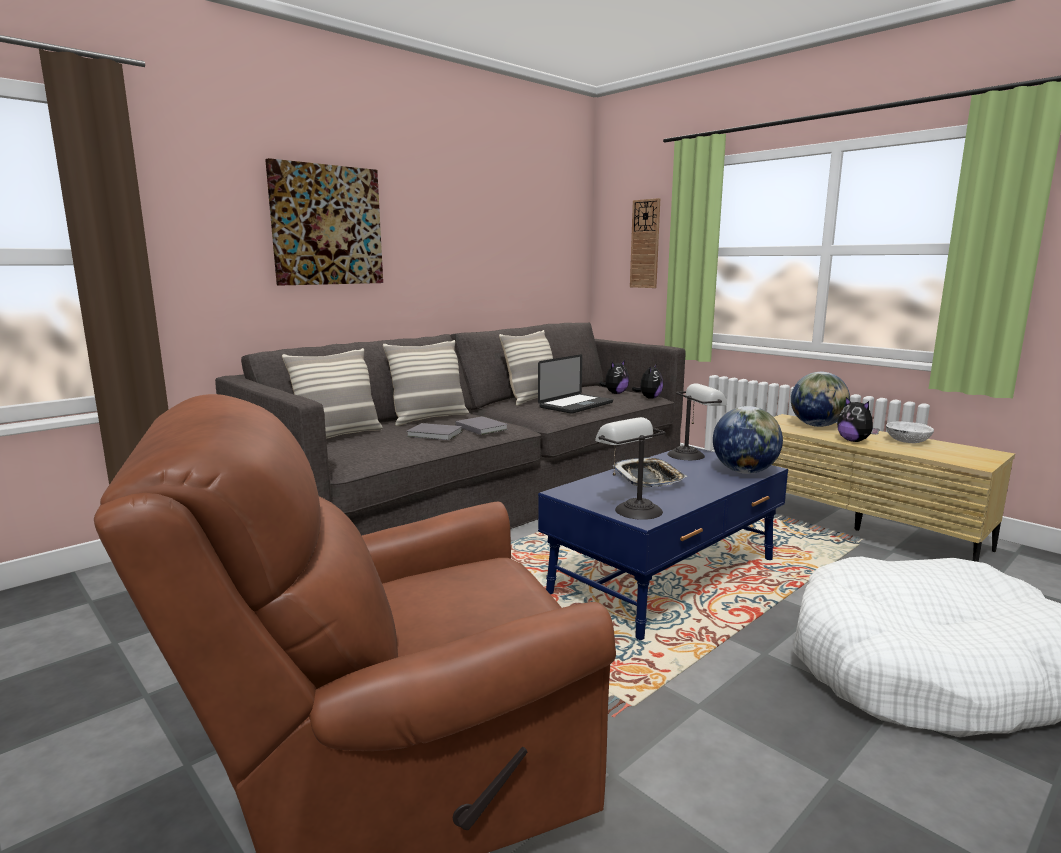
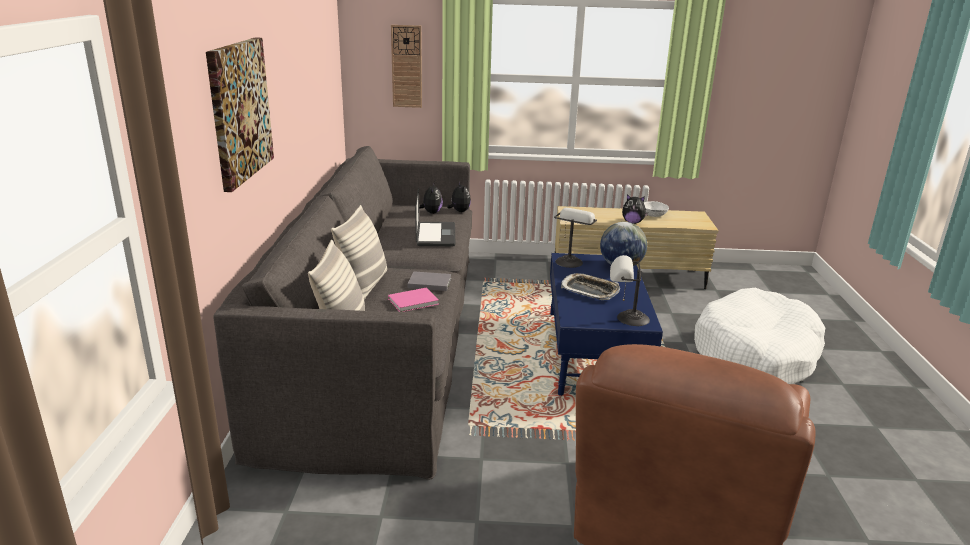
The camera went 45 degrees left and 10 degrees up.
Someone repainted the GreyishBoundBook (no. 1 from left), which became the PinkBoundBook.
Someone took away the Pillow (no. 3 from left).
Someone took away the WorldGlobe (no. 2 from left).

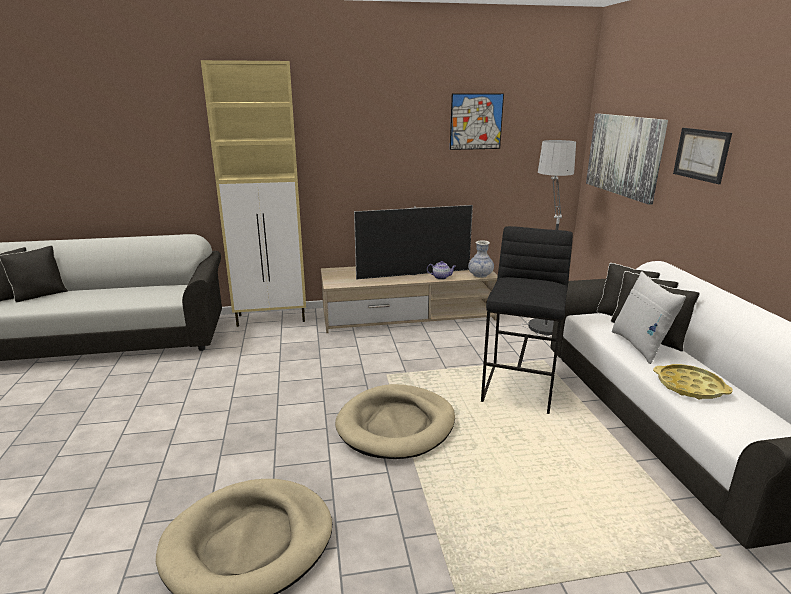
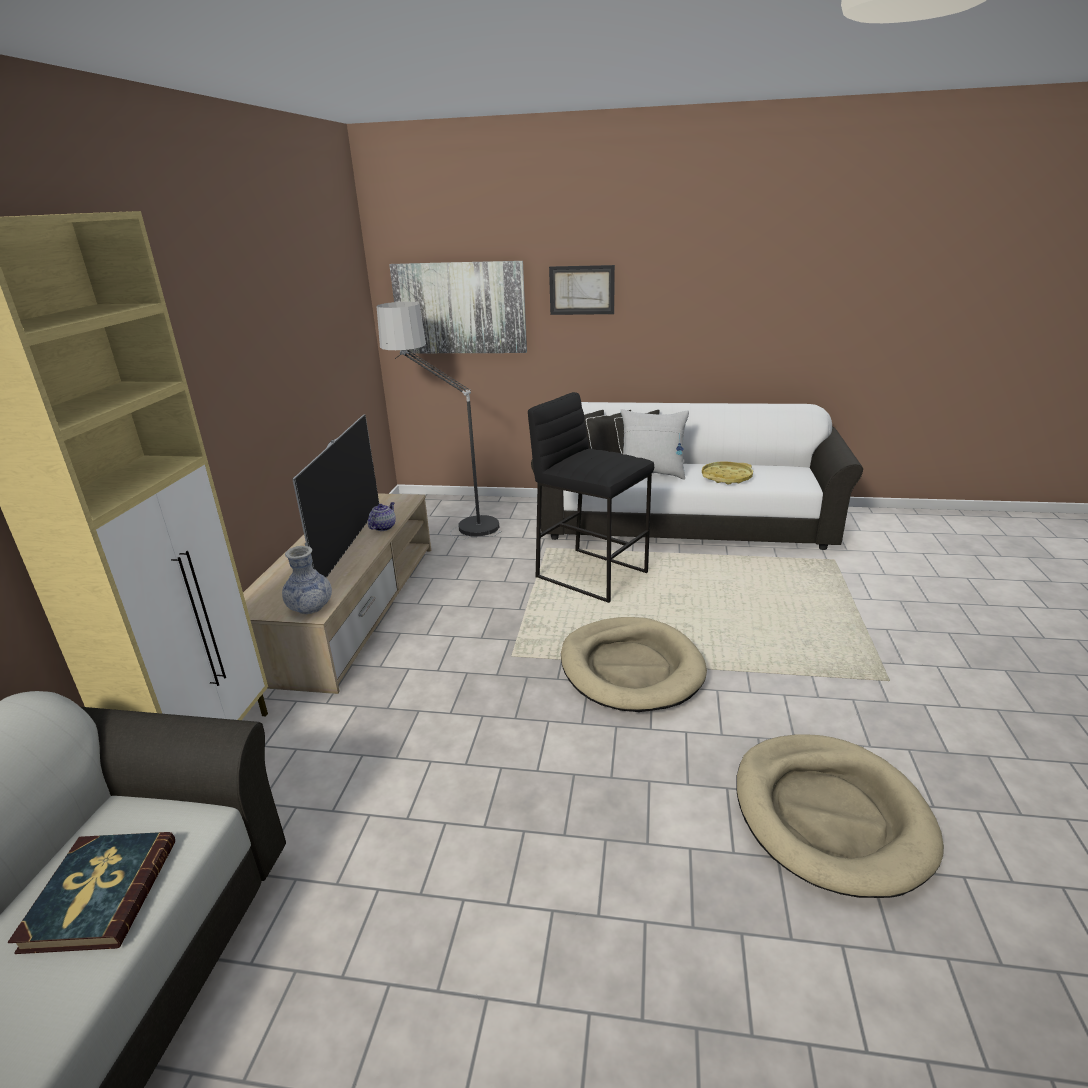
The camera went 70 degrees left and 5 degrees up.
Someone put down the BoundBook.
Someone carried the Vase.
Someone took away the WallArt (no. 1 from left).

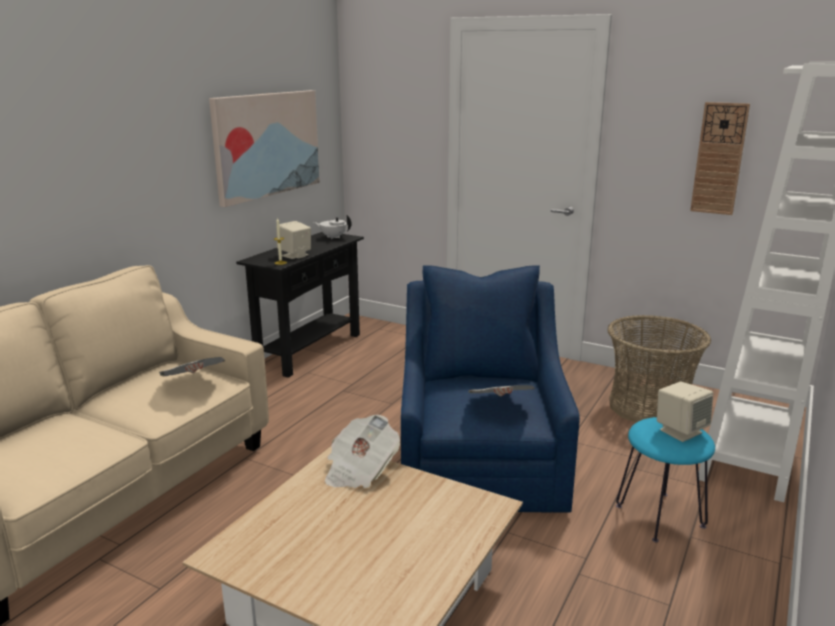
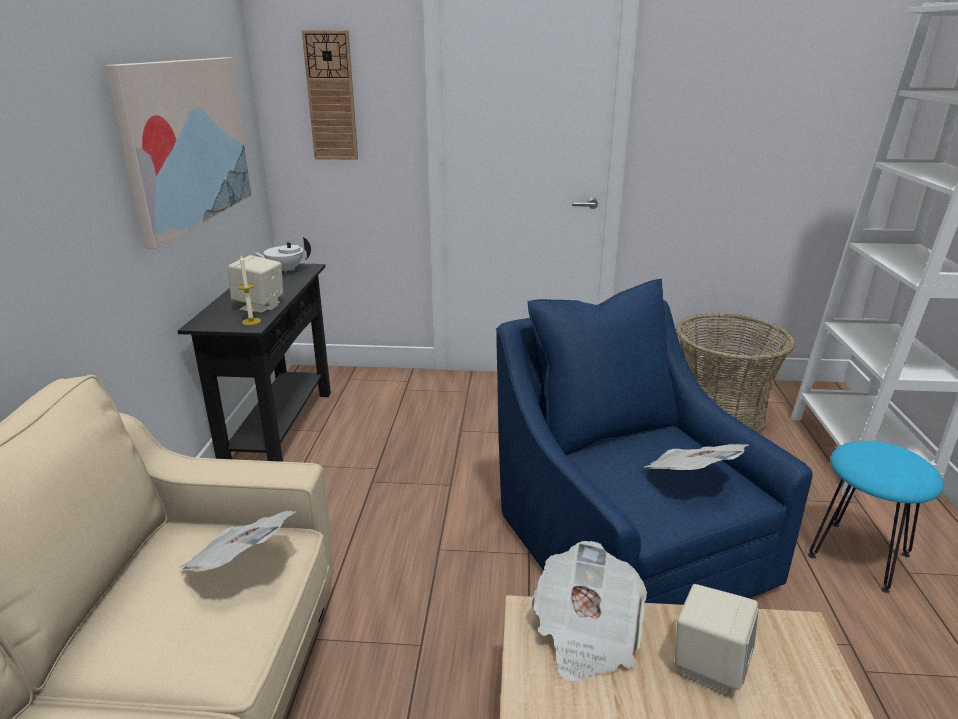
The camera went 25 degrees left and 5 degrees up.
Someone carried the WallClock.
Someone carried the SandColouredLoudspeaker (no. 2 from left).

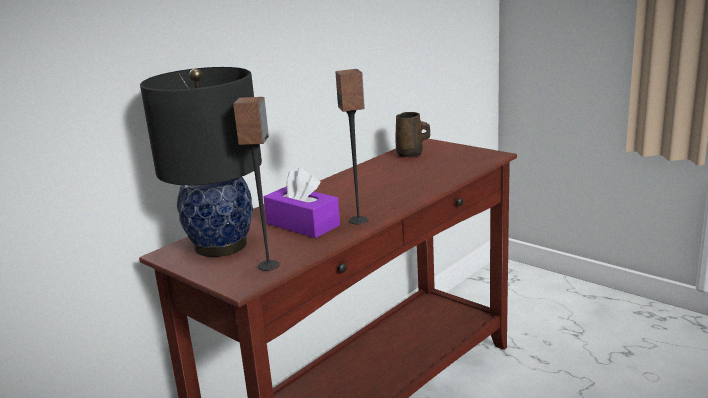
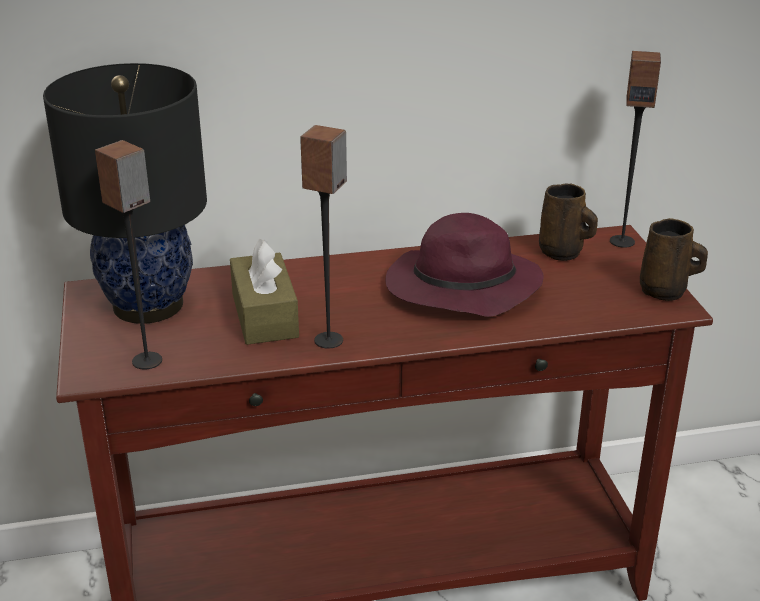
The camera went 35 degrees right and 10 degrees up.
Someone repainted the PurplishTissueHolder, which became the BrownishTissueHolder.
Someone put down the PurplishHat.
Someone put down the Loudspeaker (no. 3 from left).
Someone put down the BrownishTeaMug (no. 2 from left).

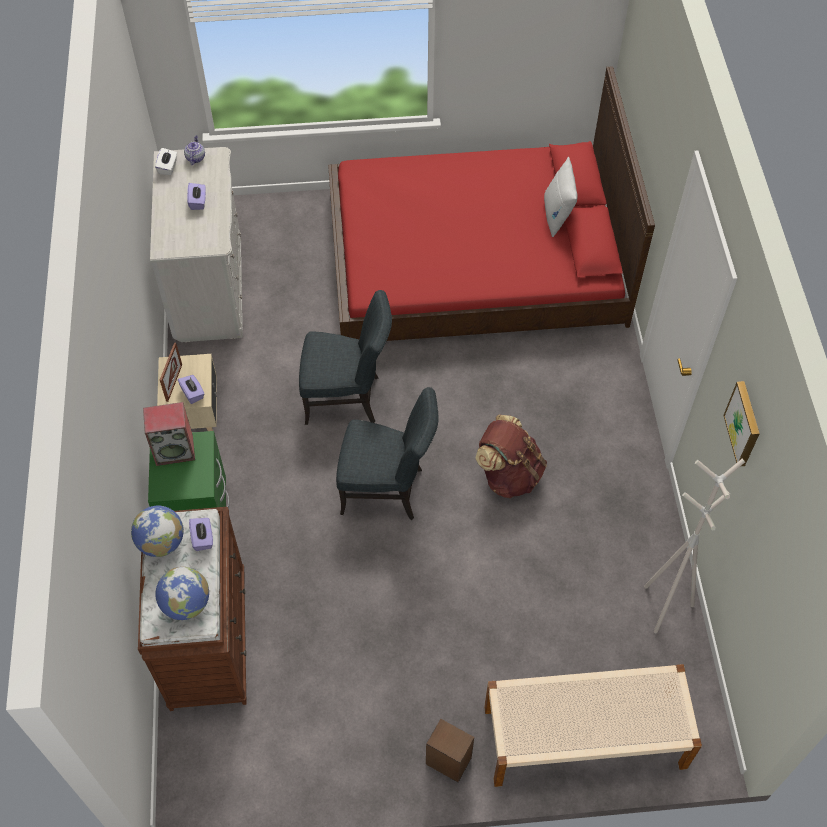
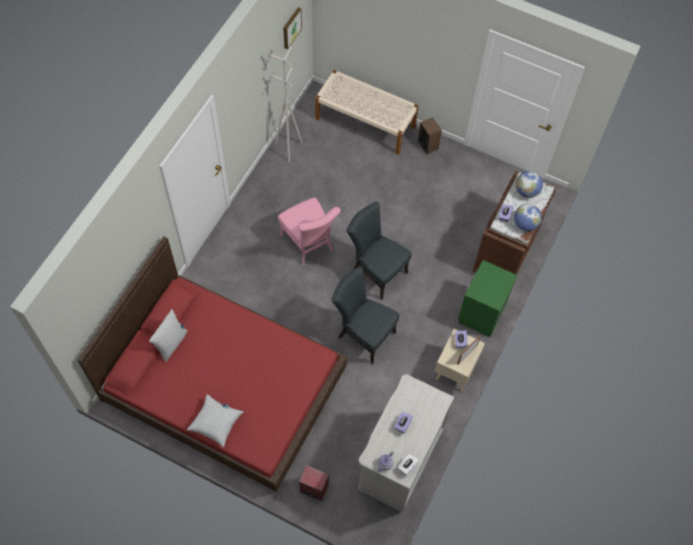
The camera went 150 degrees left and 5 degrees up.
Someone put down the GreyishPillow (no. 2 from left).
Someone swapped the BrownishKnapsack for the PinkUprightChair.
Someone carried the WallArt.
Someone carried the Loudspeaker (no. 1 from left).

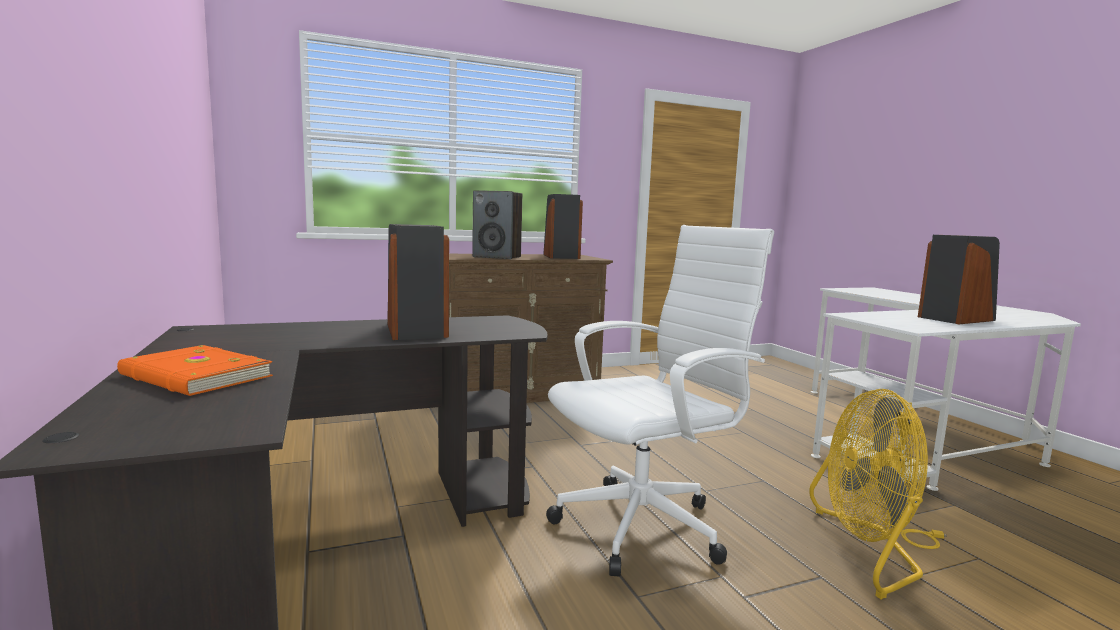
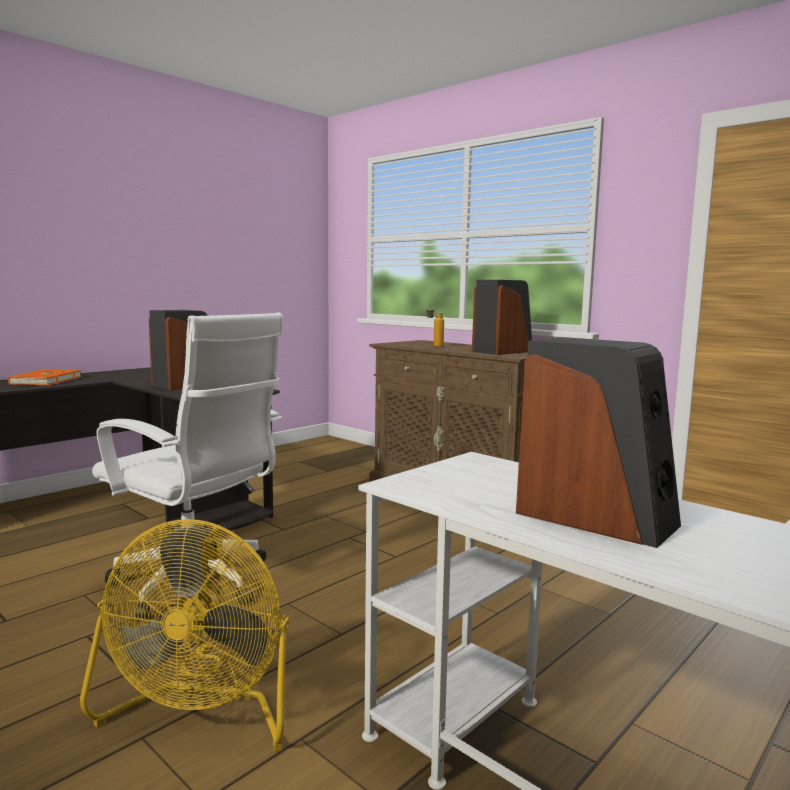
The camera went 65 degrees right and 0 degrees up.
Someone rotated the YellowFan by 150 degrees counterclockwise.
Someone swapped the Loudspeaker (no. 2 from left) for the DrinkBottle.

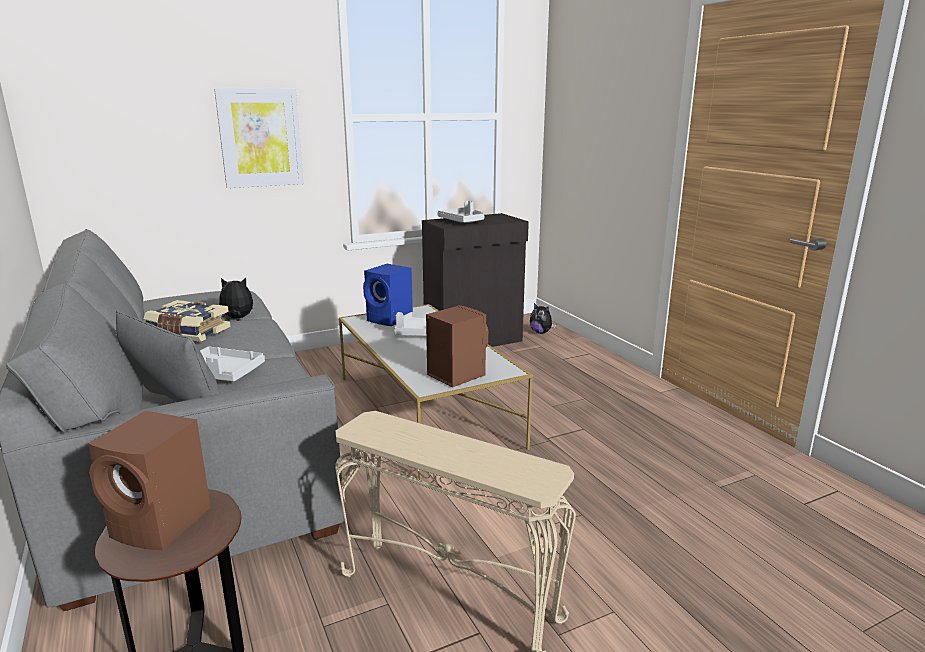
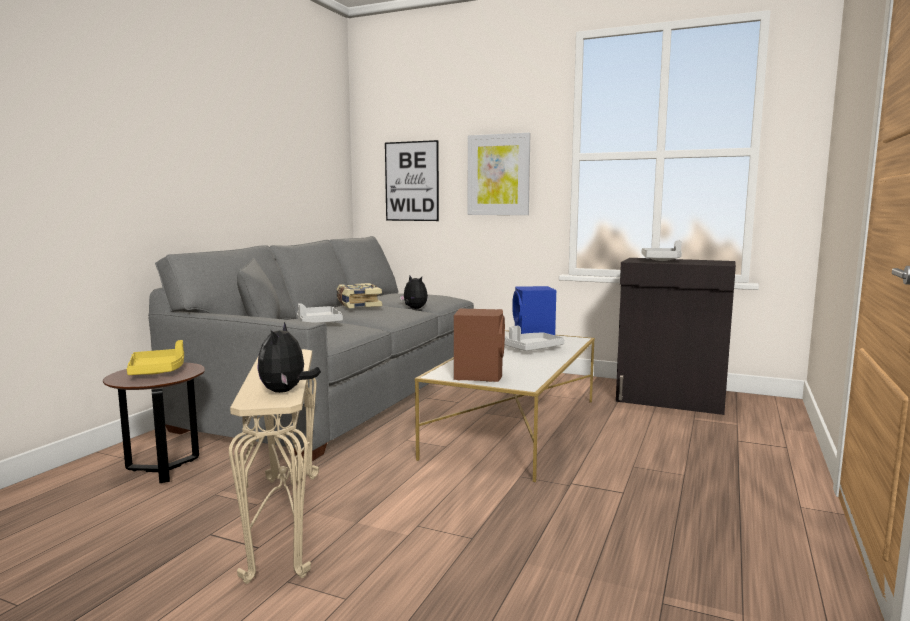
The camera went 50 degrees right and 10 degrees down.
Someone swapped the BrownishLoudspeaker (no. 1 from left) for the YellowTray.
Someone carried the SoftToy (no. 2 from left in the first image).
Someone put up the WallArt (no. 1 from left).

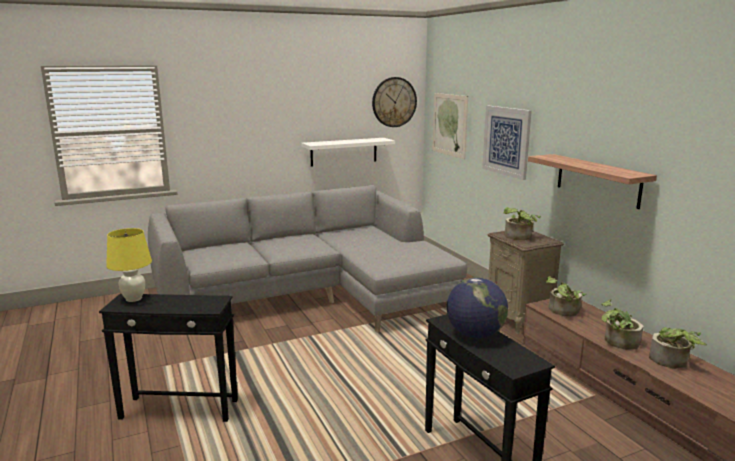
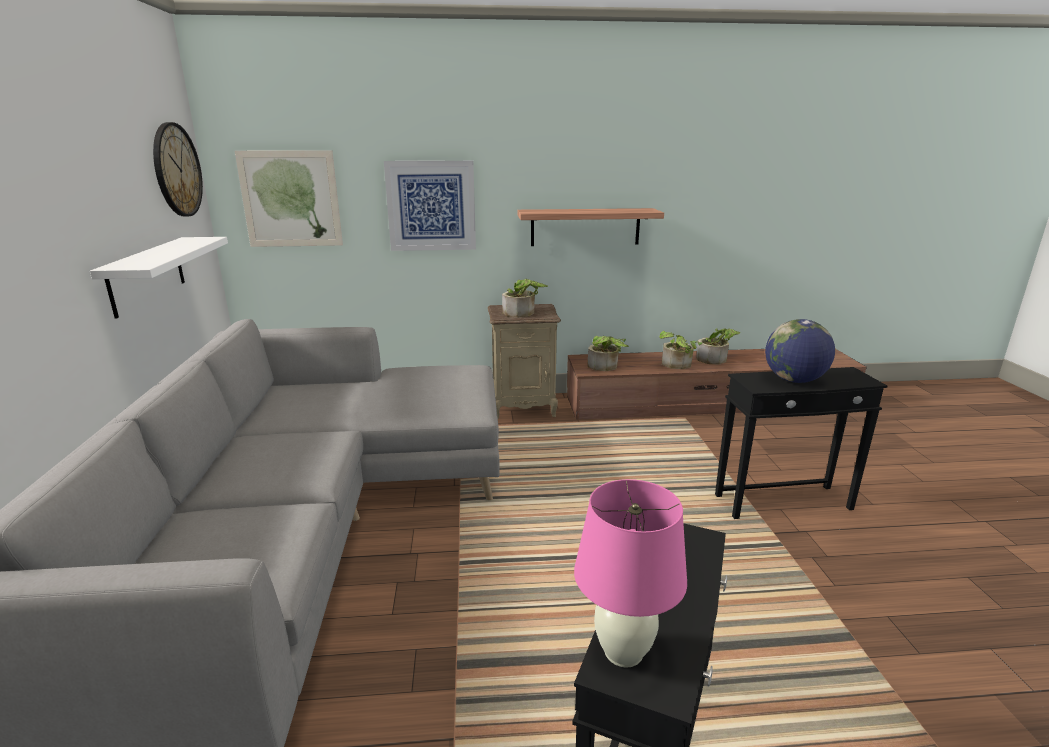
The camera went 70 degrees left and 5 degrees up.
Someone repainted the YellowTabletopLamp, which became the PinkTabletopLamp.

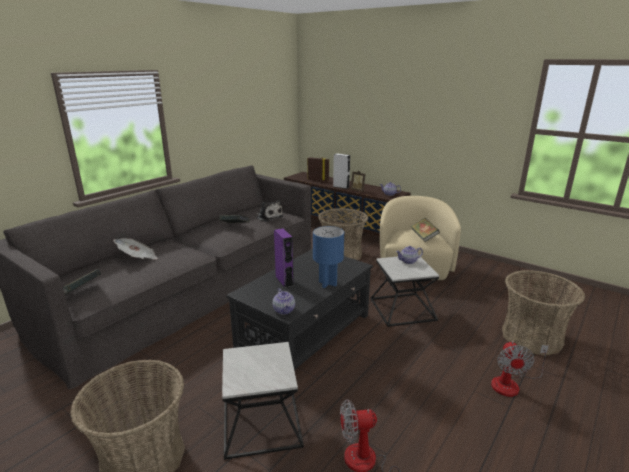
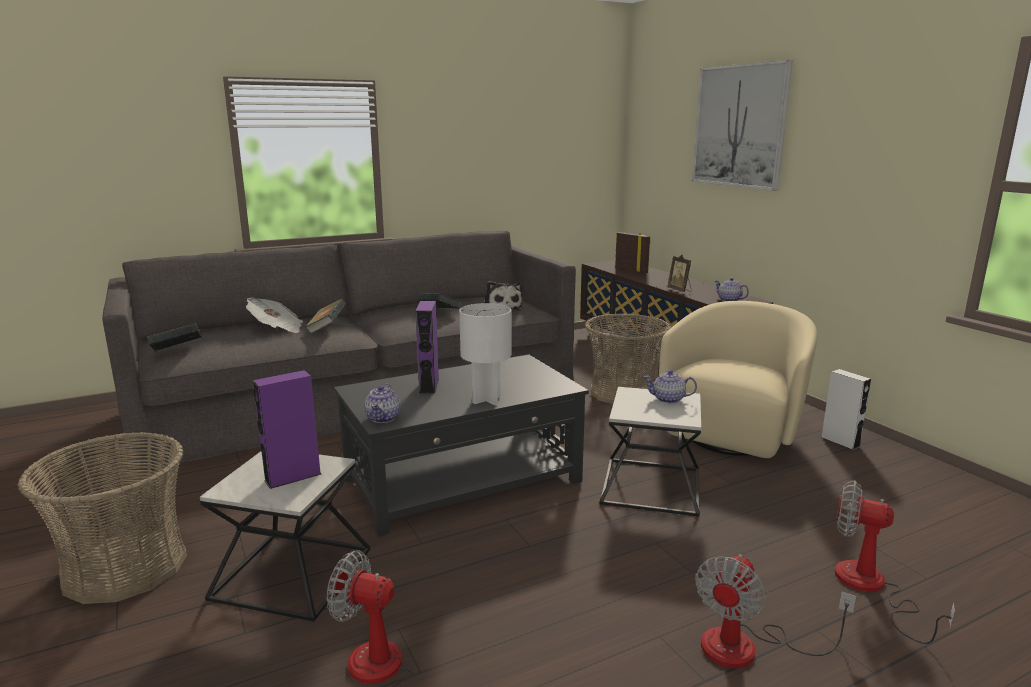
The camera went 25 degrees right and 5 degrees down.
Someone put down the PurplishLoudspeaker (no. 1 from left).
Someone carried the BoundBook (no. 3 from left in the first image).
Someone repainted the BlueColouredTabletopLamp, which became the WhiteTabletopLamp.
Someone put up the WallArt.
Someone carried the WhiteLoudspeaker.
Someone swapped the HouseholdBasket (no. 3 from left) for the Fan (no. 3 from left).

